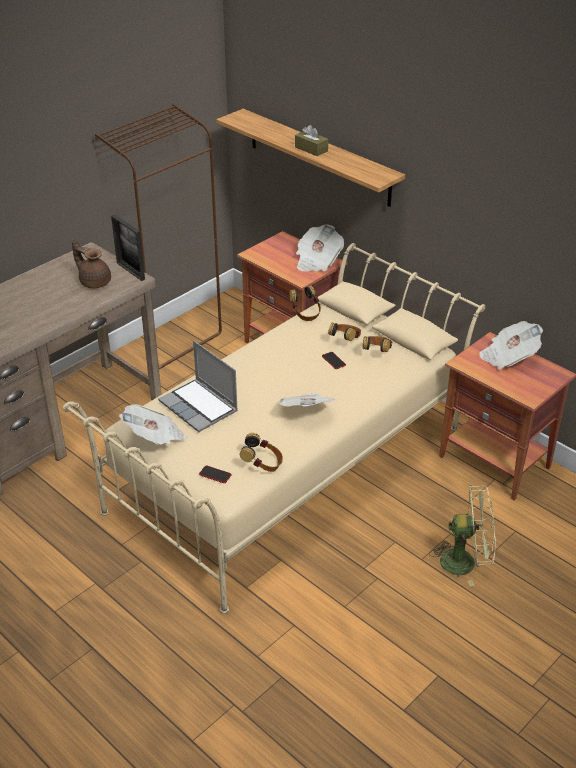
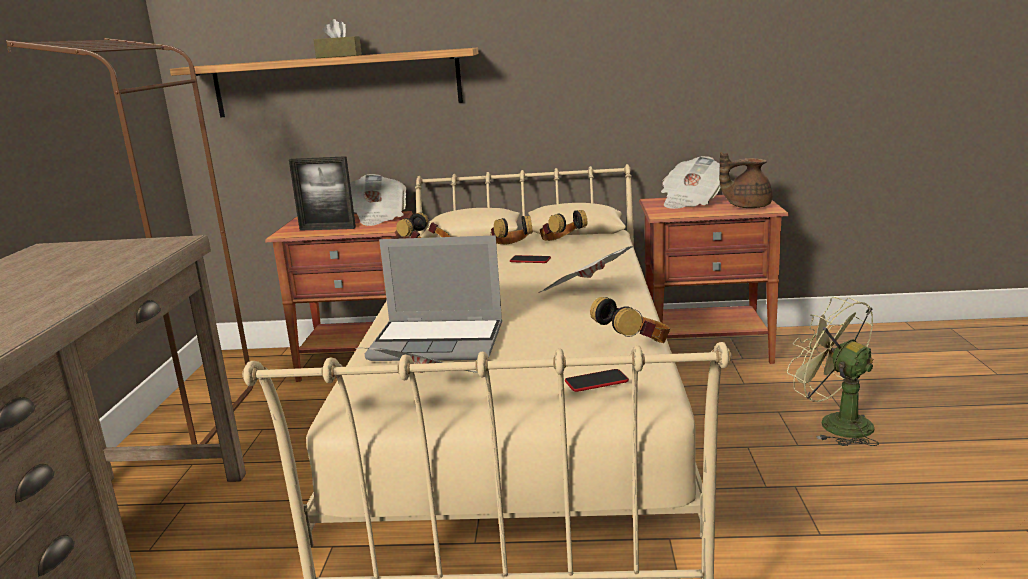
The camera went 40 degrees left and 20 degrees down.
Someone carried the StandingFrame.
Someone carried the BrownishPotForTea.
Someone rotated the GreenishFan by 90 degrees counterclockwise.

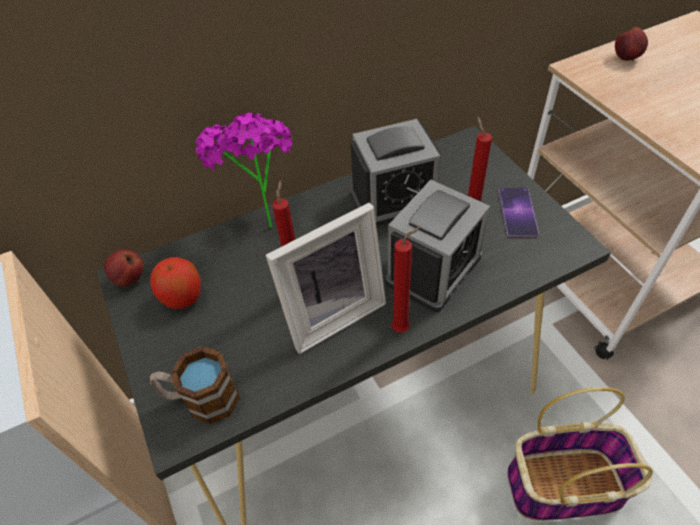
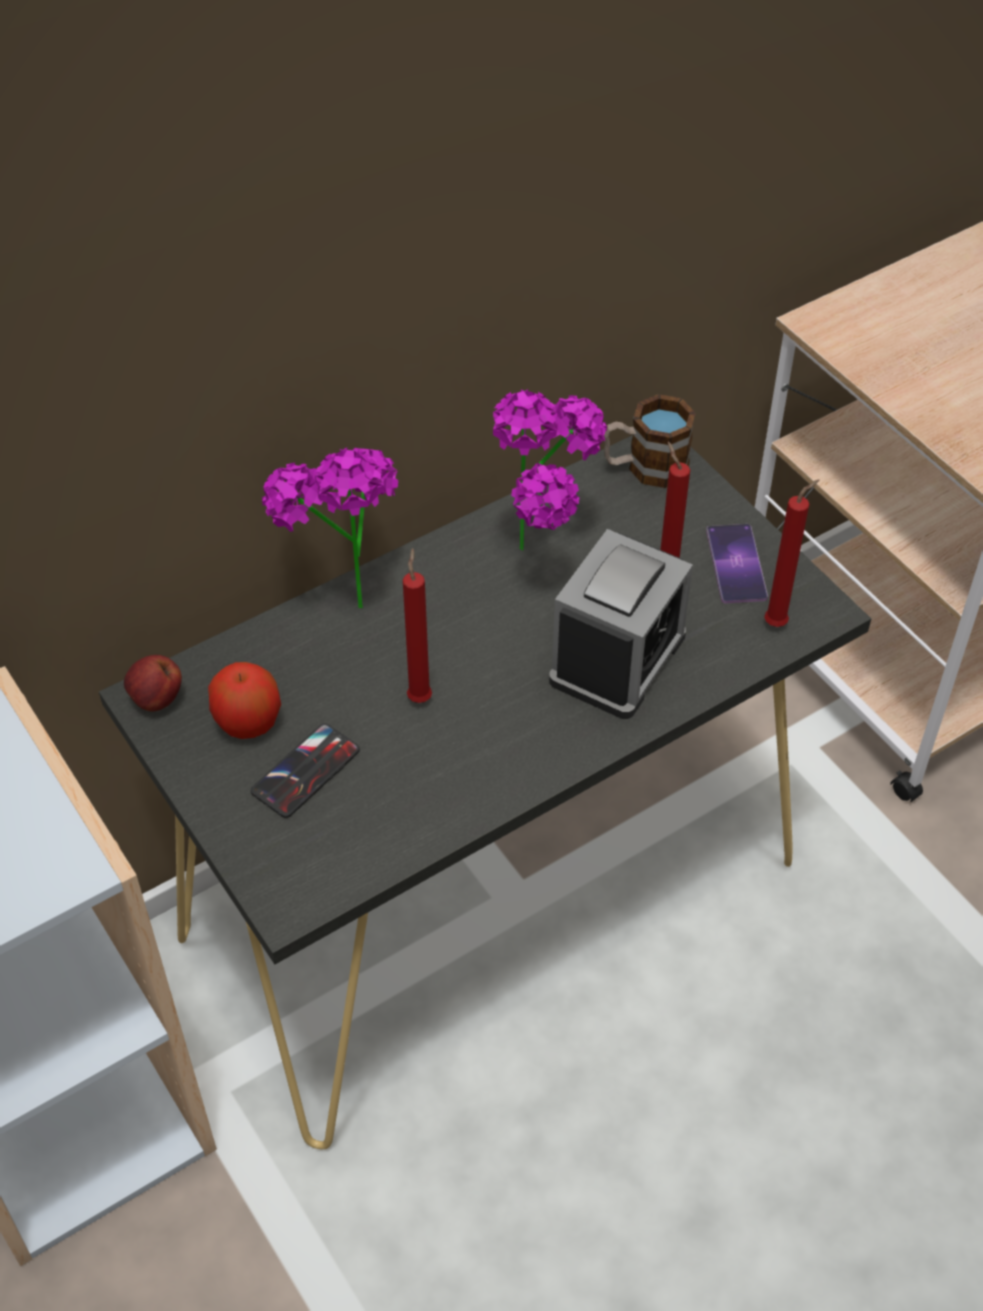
The camera went 10 degrees left and 0 degrees up.
Someone put down the Phone (no. 1 from left).
Someone swapped the AlarmClock (no. 1 from left) for the PlantInAPot (no. 2 from left).
Someone carried the TeaMug.
Someone carried the RedCandle (no. 2 from left in the first image).
Someone took away the StandingFrame.
Someone took away the HouseholdBasket.
Someone took away the AppleFruit (no. 3 from left).

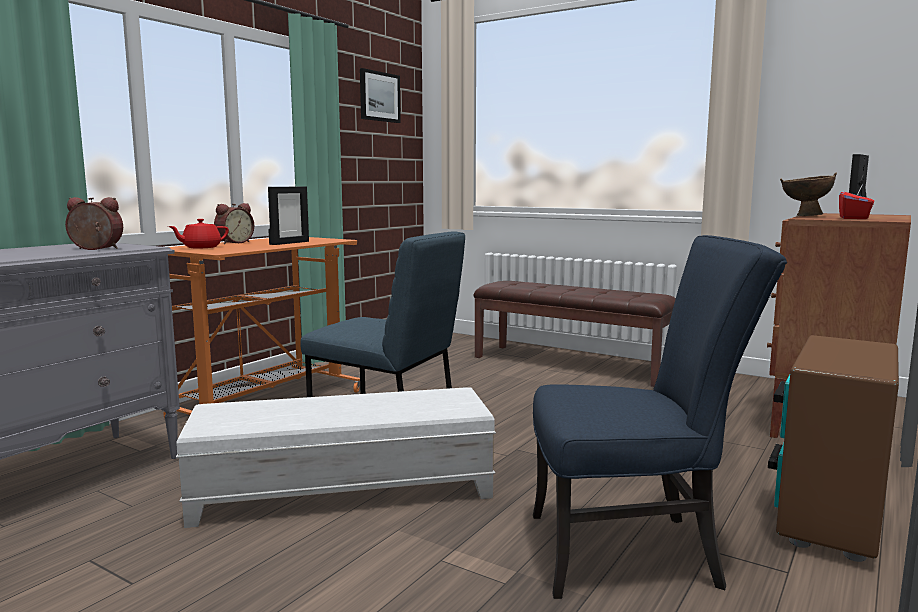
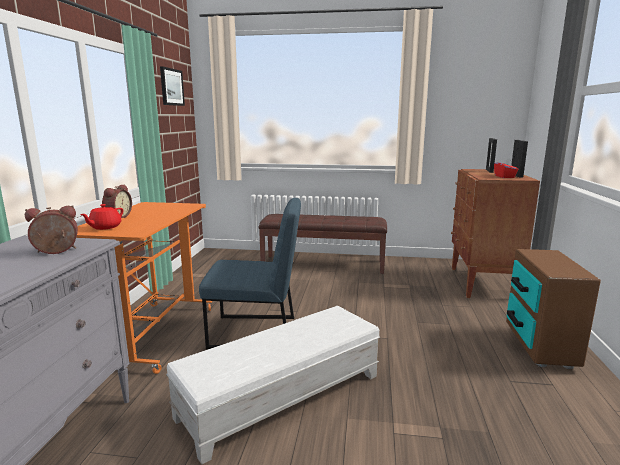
The camera went 25 degrees left and 5 degrees up.
Someone carried the StandingFrame (no. 1 from left in the first image).
Someone took away the BlueColouredUprightChair (no. 2 from left).
Someone took away the BrownishServingBowl.

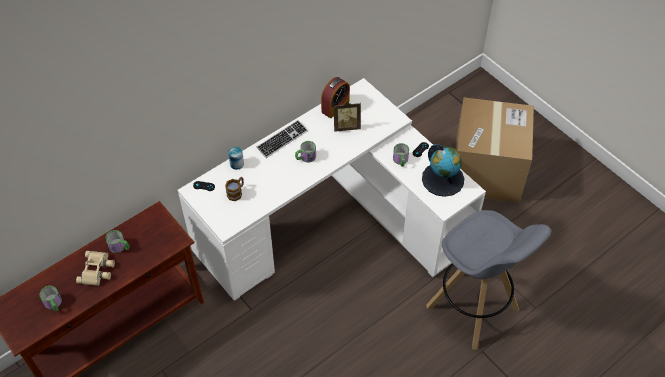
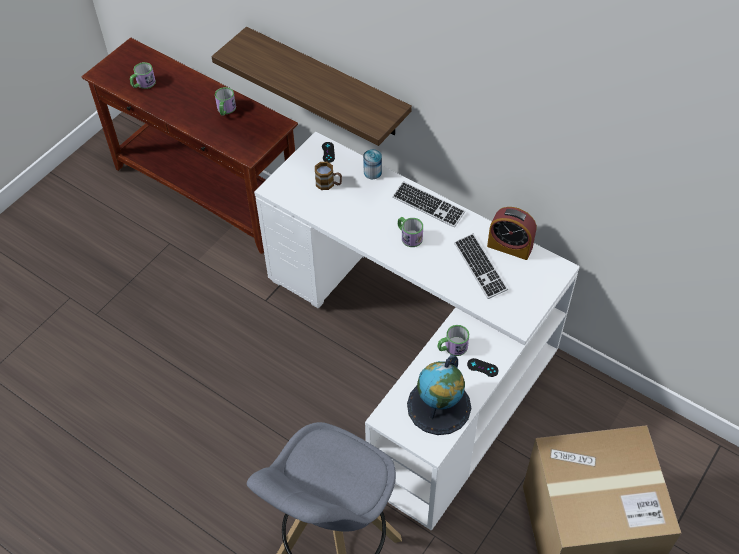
The camera went 75 degrees right and 0 degrees up.
Someone put up the WallShelf.
Someone swapped the StandingFrame for the PcKeyboard (no. 2 from left).
Someone took away the SandColouredPairOfBinoculars.

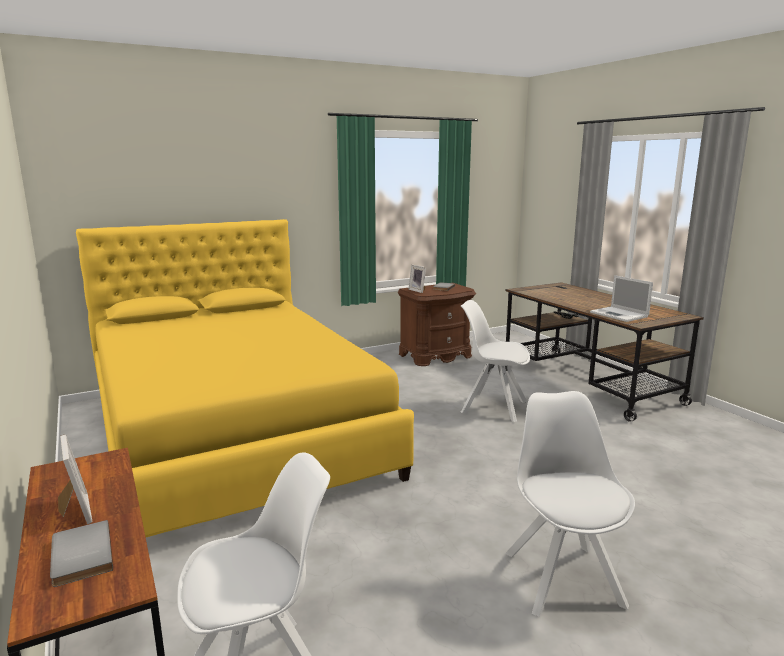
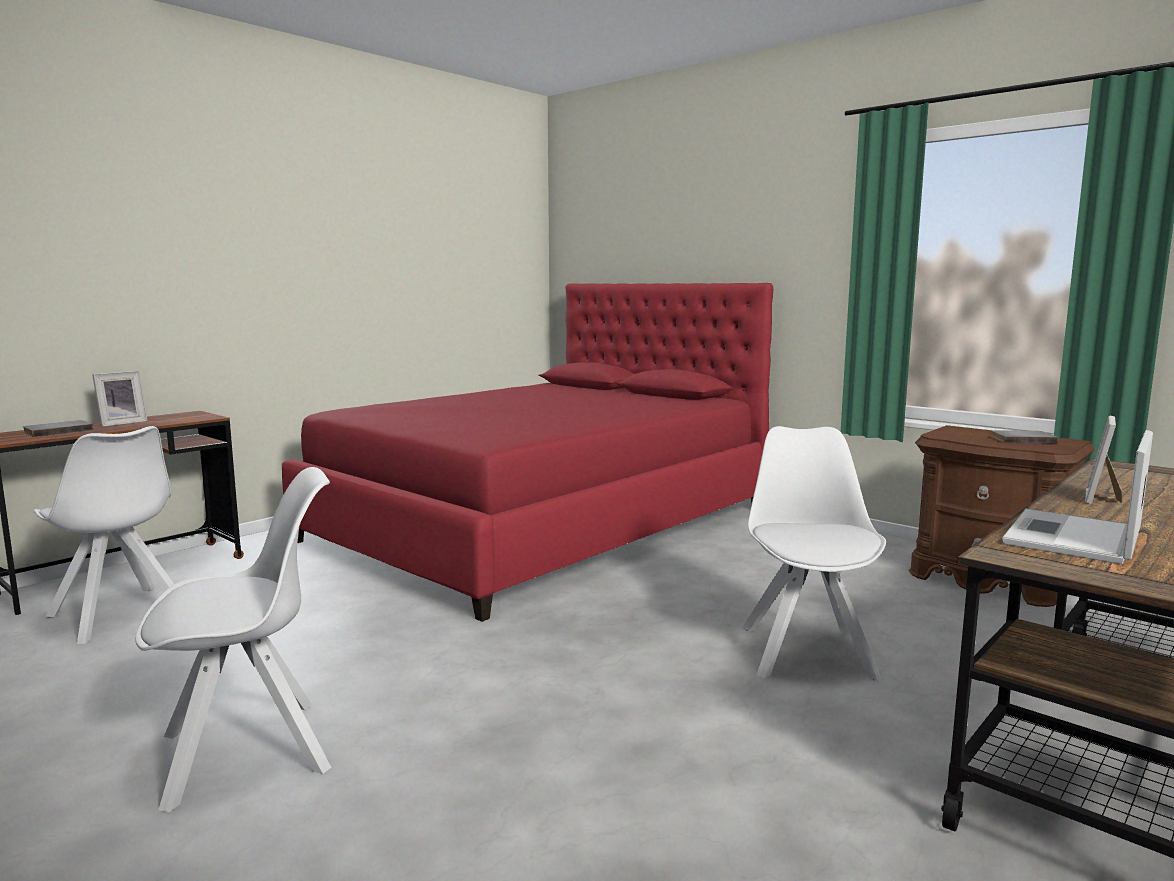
The camera went 70 degrees right and 5 degrees down.
Someone repainted the YellowBed, which became the RedBed.
Someone carried the StandingFrame (no. 2 from left).

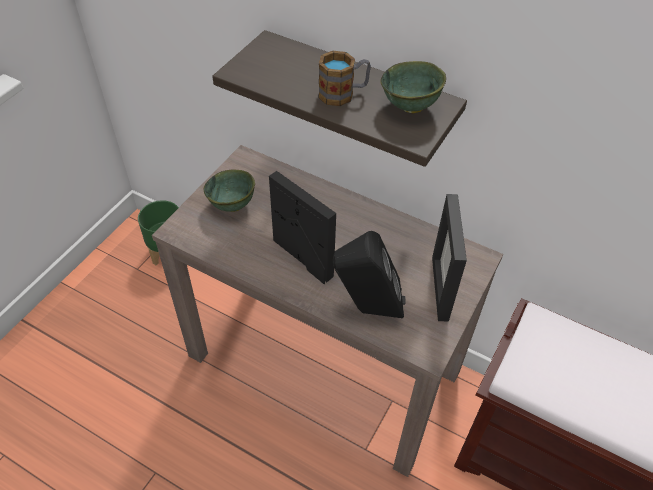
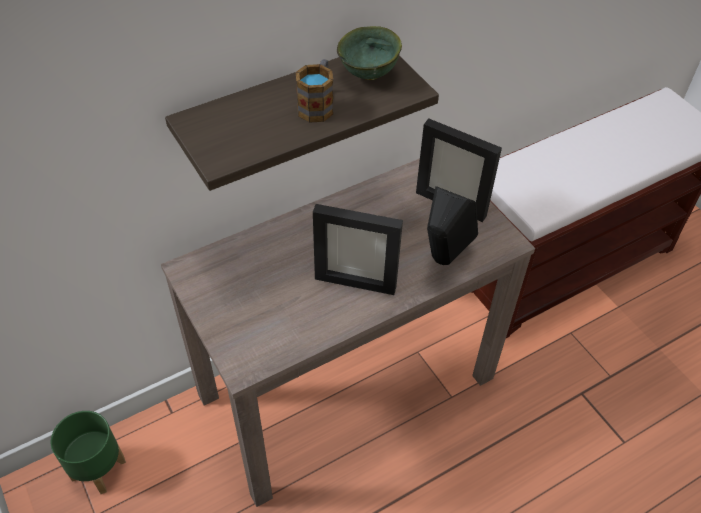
The camera went 60 degrees left and 0 degrees up.
Someone rotated the StandingFrame (no. 1 from left) by 150 degrees counterclockwise.
Someone took away the GreenishServingBowl (no. 1 from left).

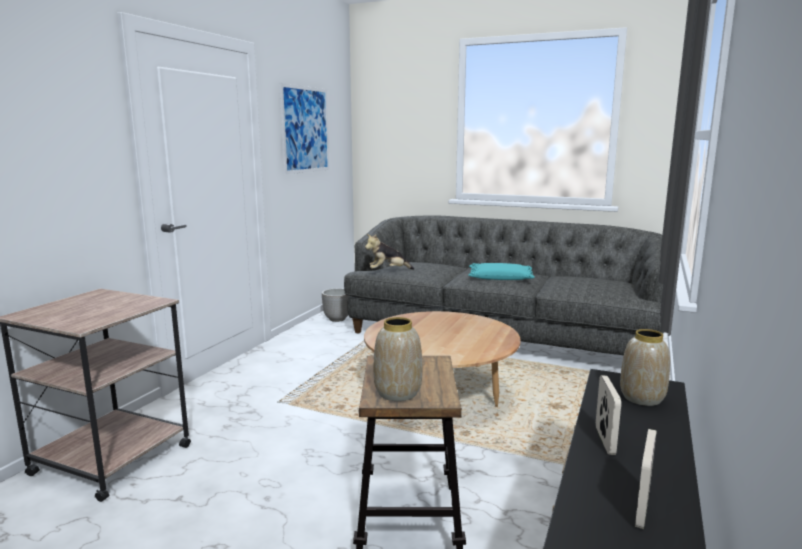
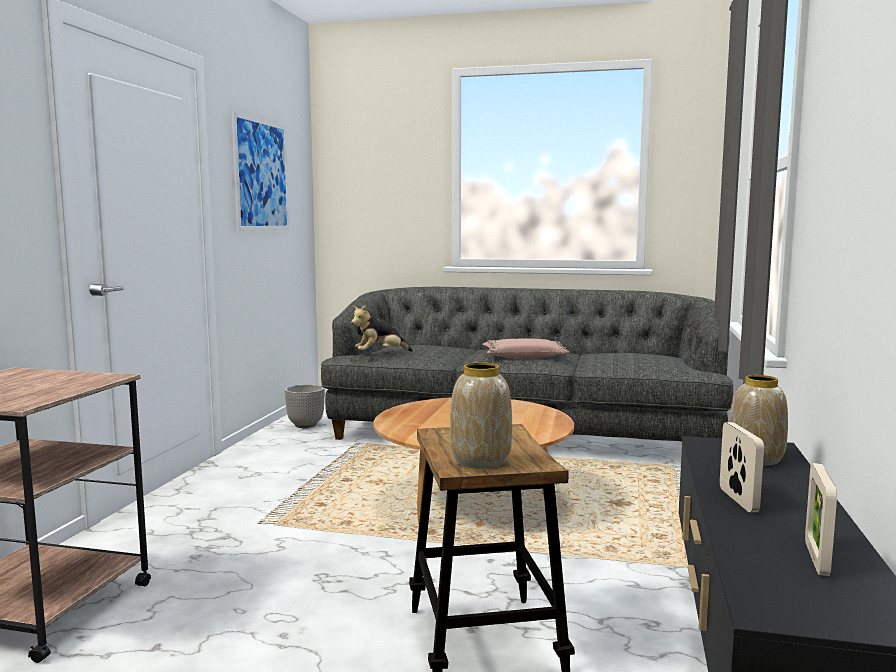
The camera went 10 degrees left and 5 degrees down.
Someone repainted the TurquoisePillow, which became the SandColouredPillow.

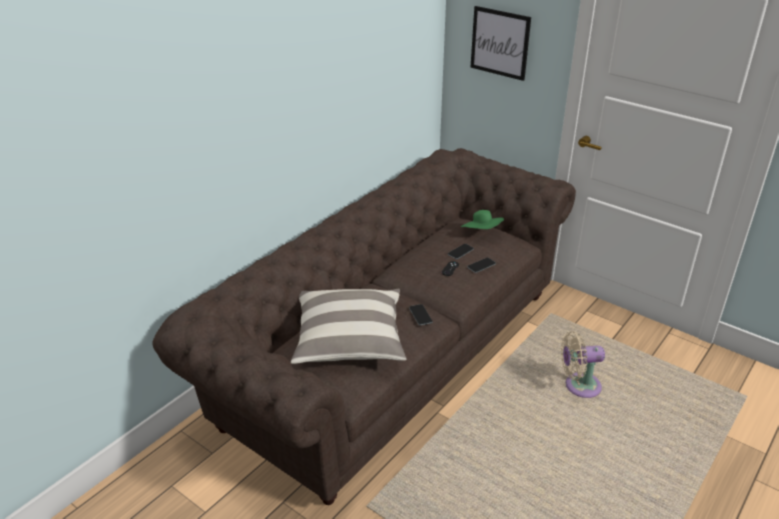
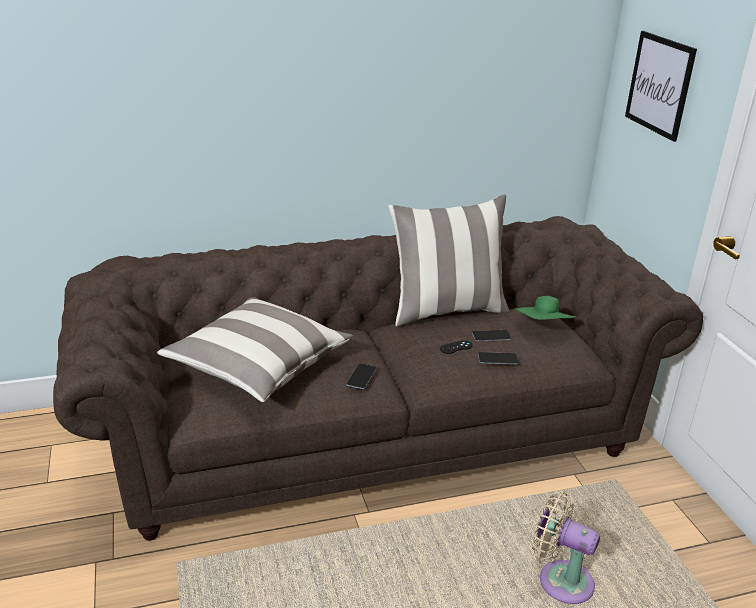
The camera went 35 degrees right and 5 degrees down.
Someone put down the Pillow (no. 2 from left).

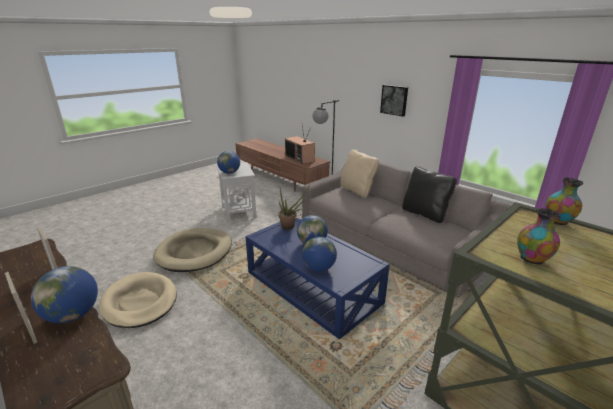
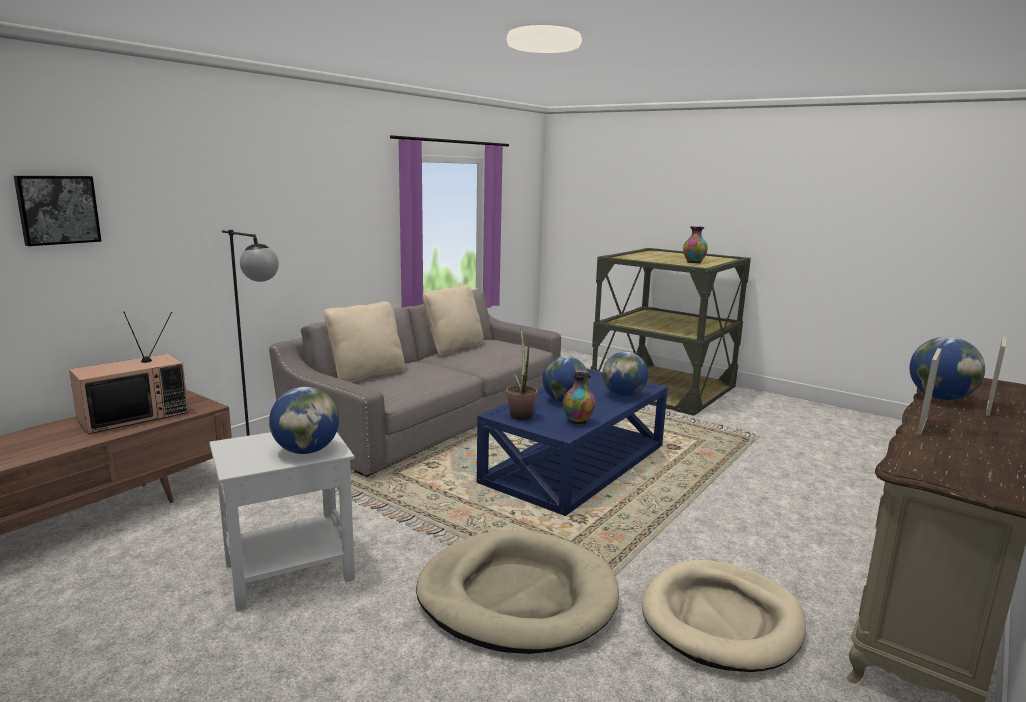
The camera went 100 degrees left and 10 degrees down.
Someone carried the WallArt.
Someone repainted the BlackColouredPillow, which became the SandColouredPillow (no. 2 from left).
Someone carried the Vase (no. 2 from left in the first image).

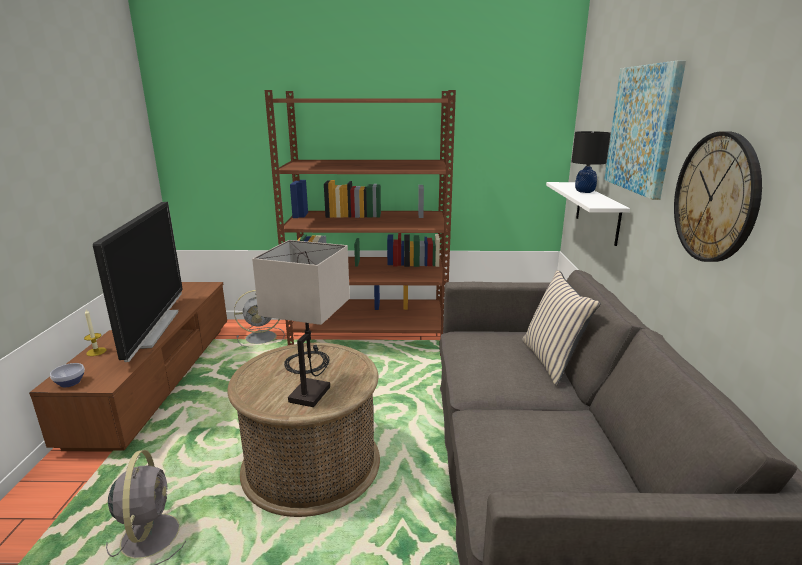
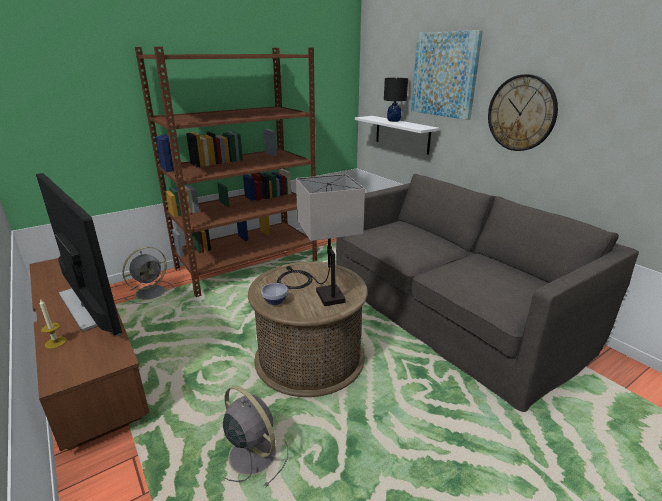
The camera went 35 degrees left and 5 degrees up.
Someone carried the ServingBowl.
Someone took away the SandColouredPillow.

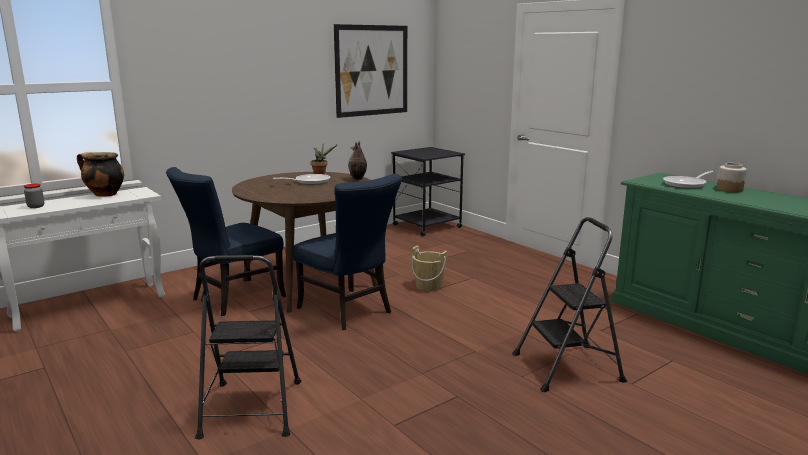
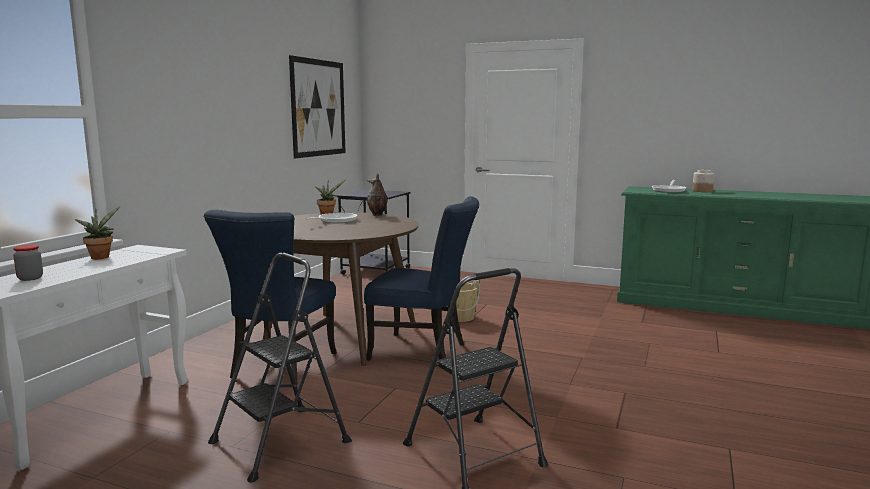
The camera went 30 degrees left and 5 degrees down.
Someone swapped the Saucepot for the PlantInAPot (no. 1 from left).
Someone carried the BlackColouredStepLadder (no. 2 from left in the first image).

